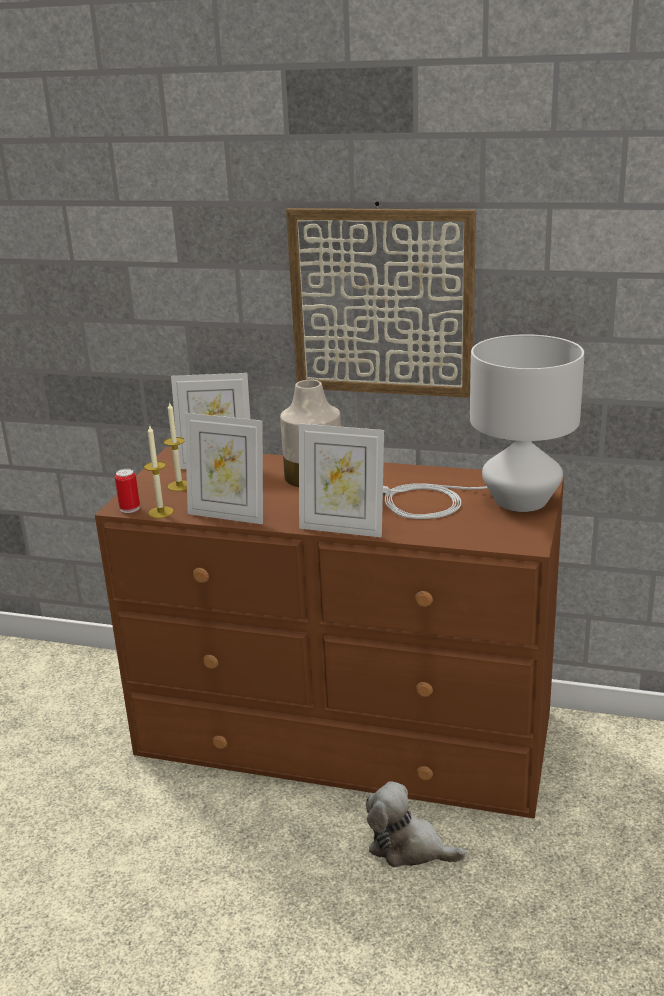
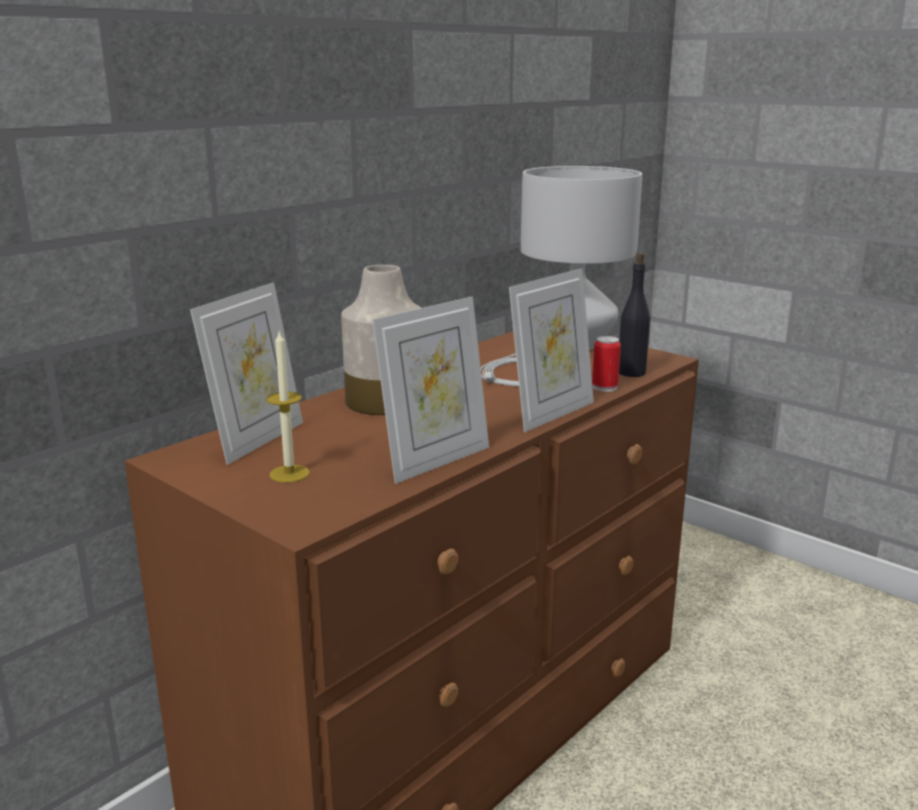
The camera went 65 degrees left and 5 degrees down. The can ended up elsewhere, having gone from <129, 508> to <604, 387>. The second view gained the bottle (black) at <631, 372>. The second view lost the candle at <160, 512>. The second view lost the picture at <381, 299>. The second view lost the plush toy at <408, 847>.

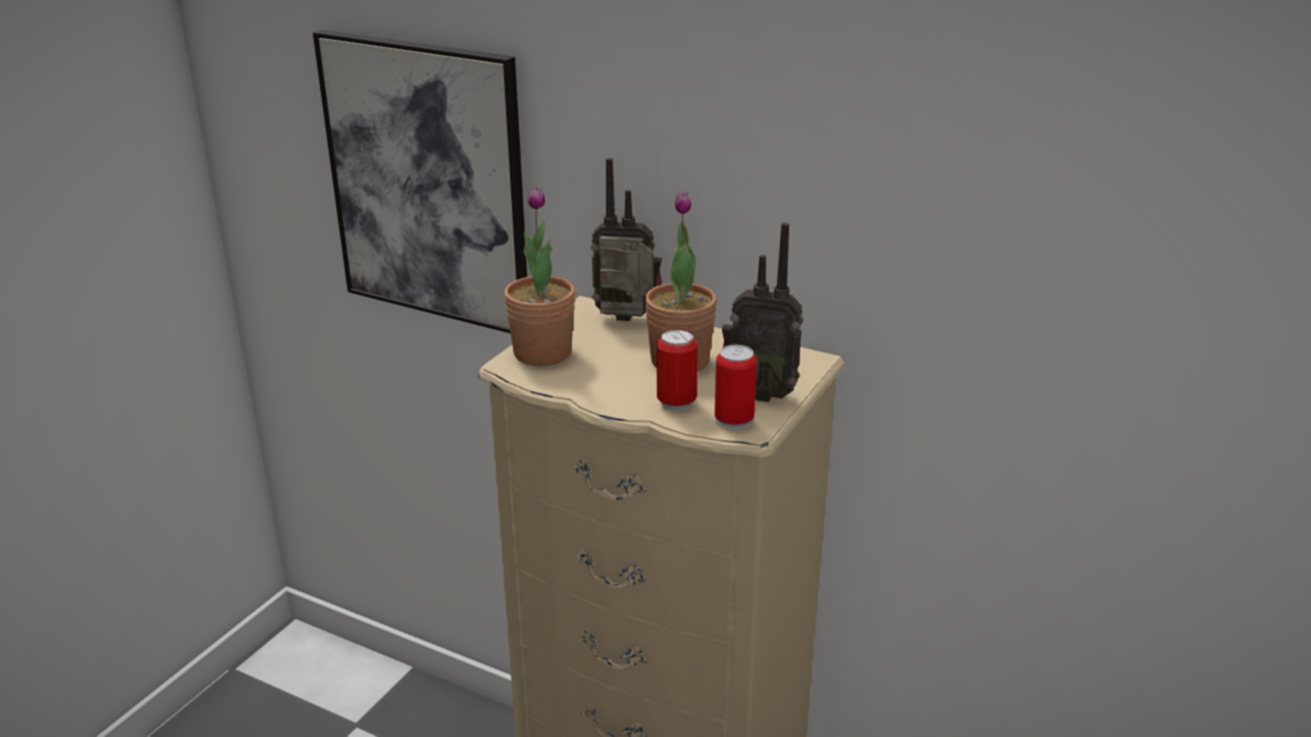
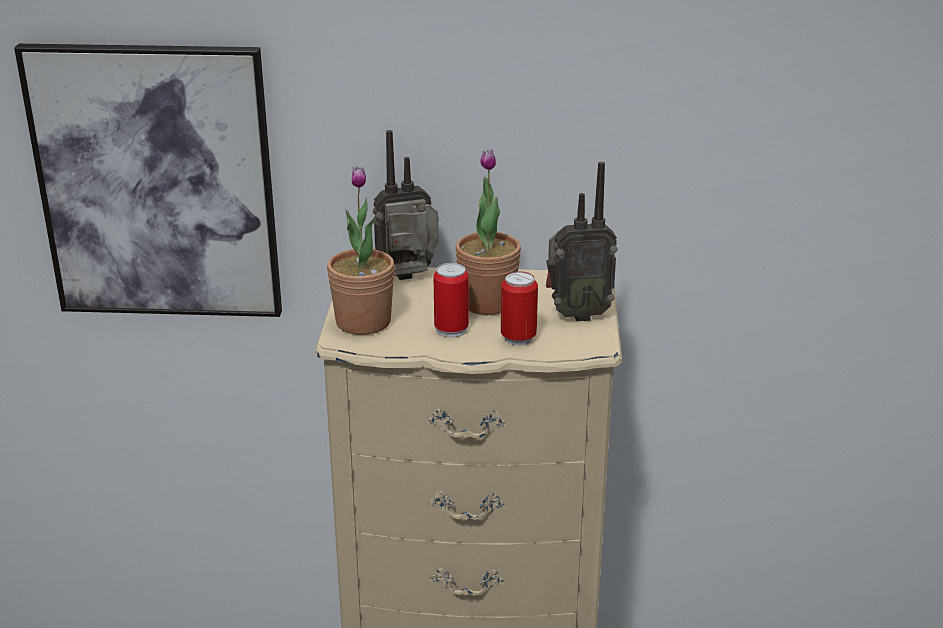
The camera went 25 degrees left and 0 degrees up. The can ended up elsewhere, having gone from <734, 420> to <451, 329>.

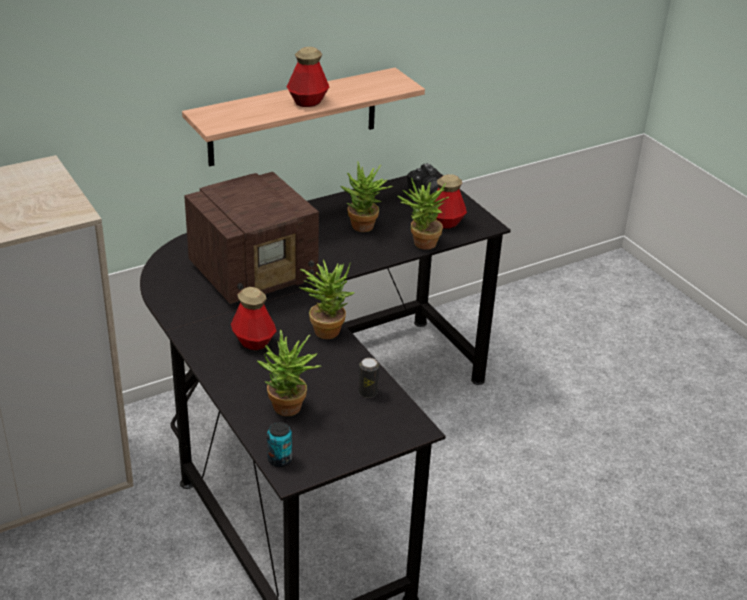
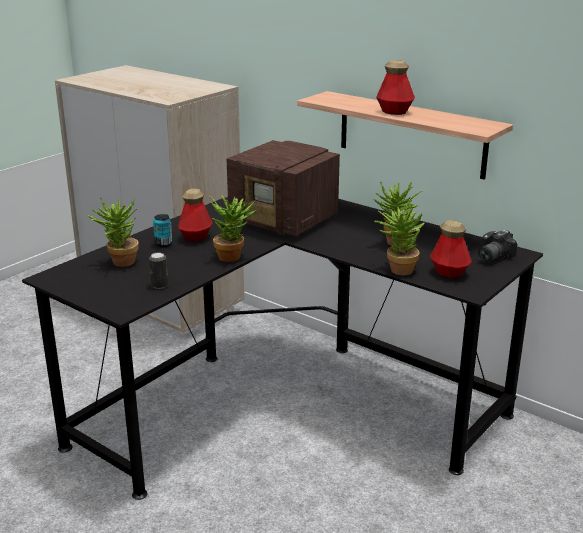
The camera went 70 degrees right and 10 degrees down. The can ended up elsewhere, having gone from <279, 460> to <163, 244>.

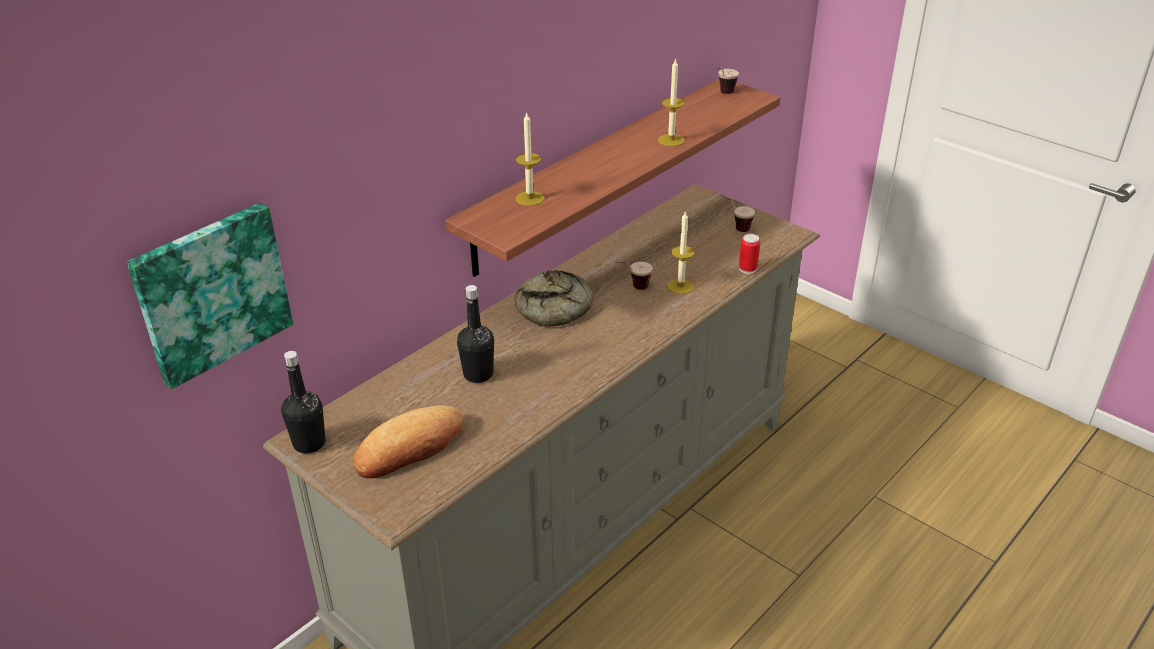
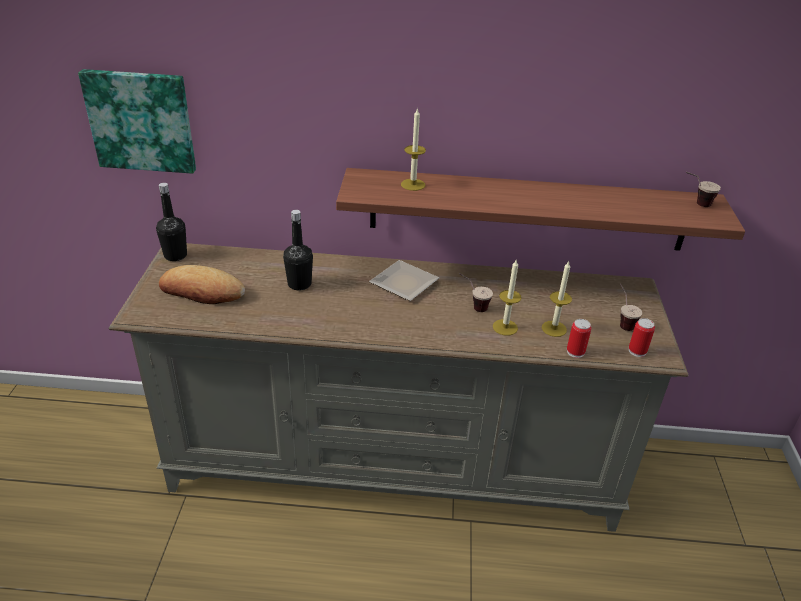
The camera went 50 degrees right and 0 degrees up. Where the bread stood at <556, 308>, the plate came to stand at <406, 283>. The candle ended up elsewhere, having gone from <671, 140> to <554, 328>. The second view gained the can at <637, 351>.

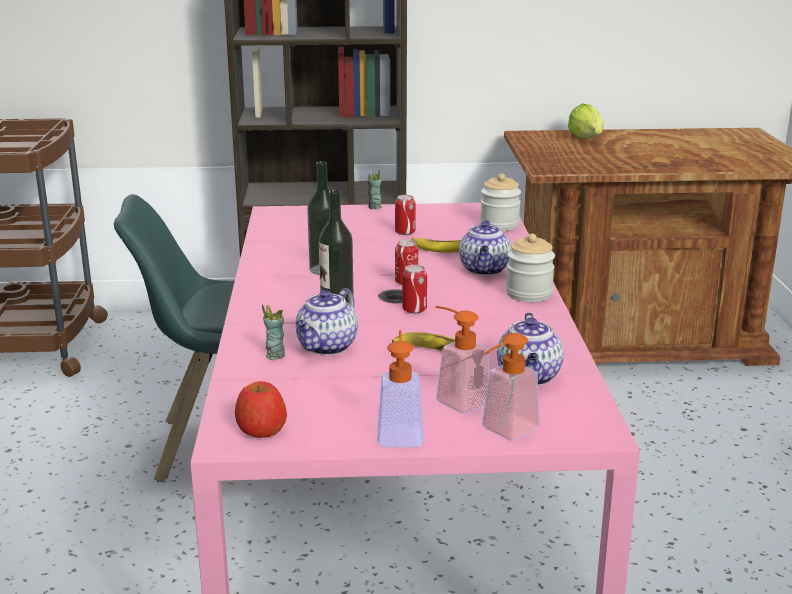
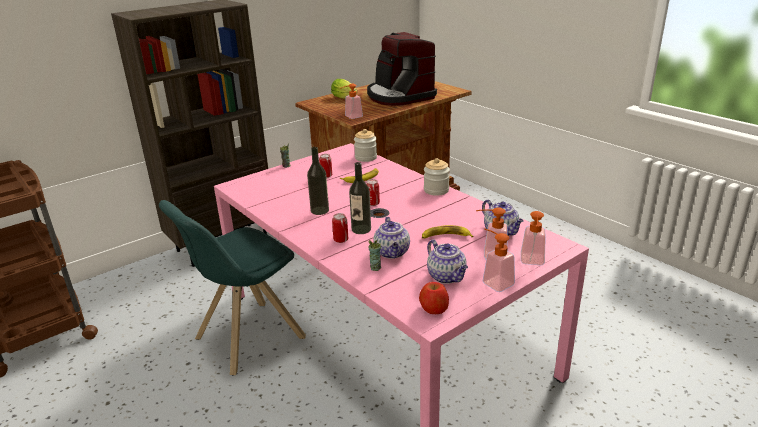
The camera went 35 degrees left and 5 degrees up. The can ended up elsewhere, having gone from <414, 310> to <341, 240>. The second view gained the soap dispenser at <351, 117>. The second view gained the coffee machine at <399, 96>. The teapot ended up elsewhere, having gone from <485, 270> to <447, 277>.

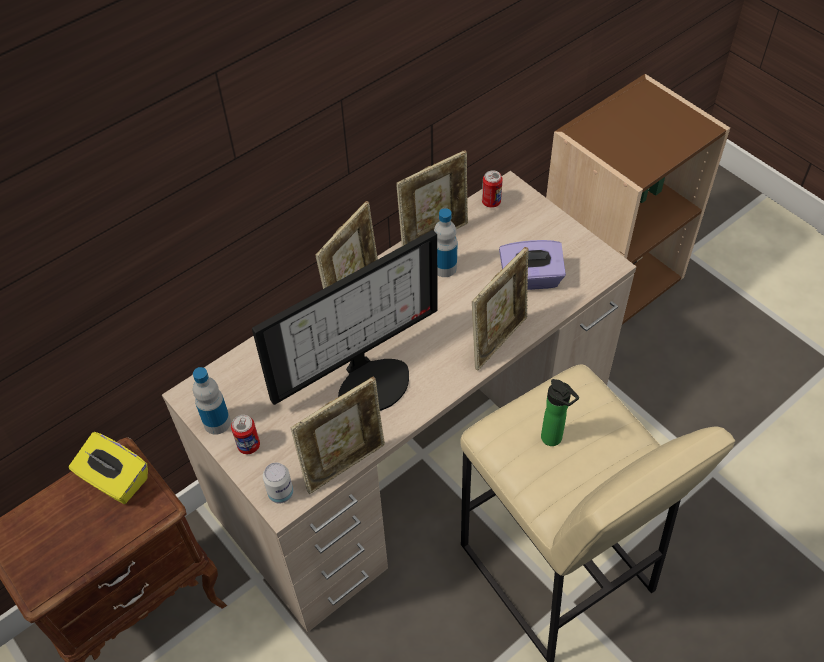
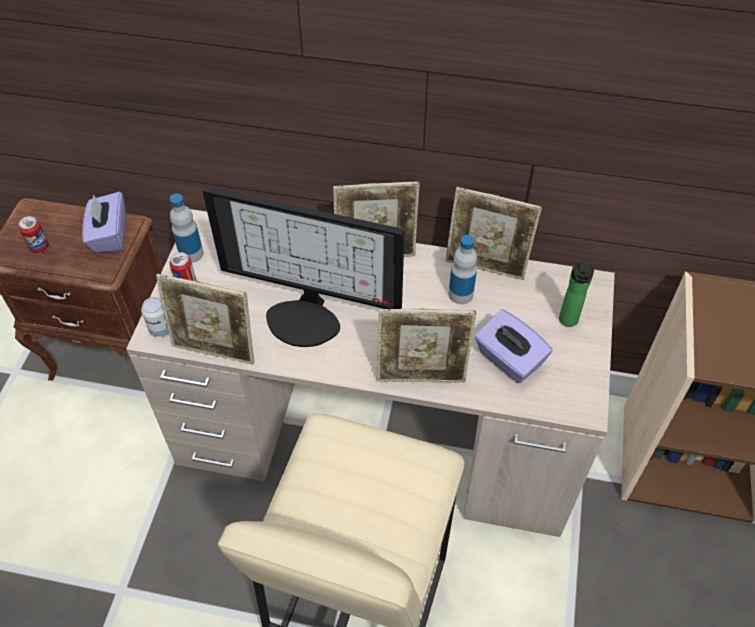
The camera went 50 degrees right and 0 degrees up. The can ended up elsewhere, having gone from <491, 202> to <39, 247>. What was the tissue box (yellow) at <115, 480> turned into the tissue box (purple) at <109, 235>. The bottle ended up elsewhere, having gone from <554, 440> to <568, 322>.

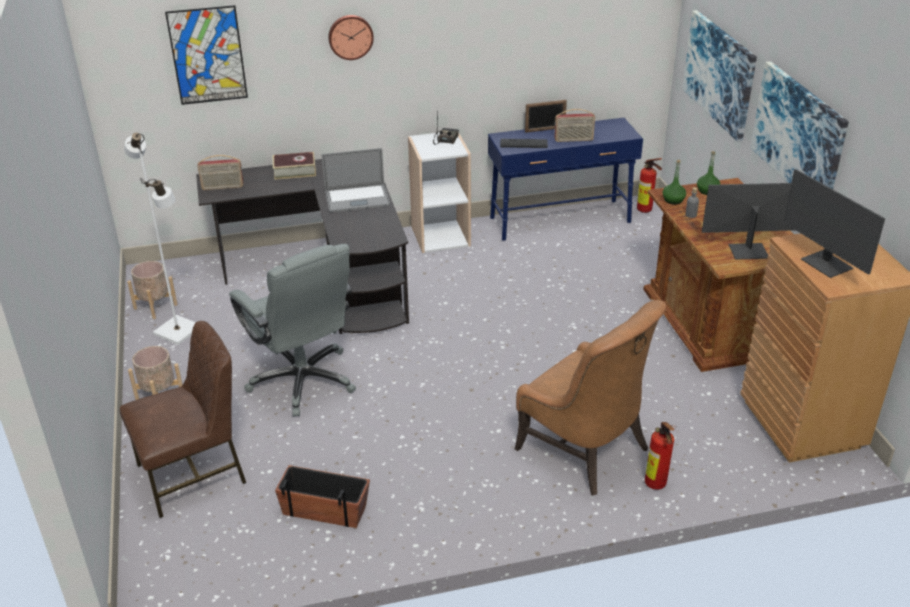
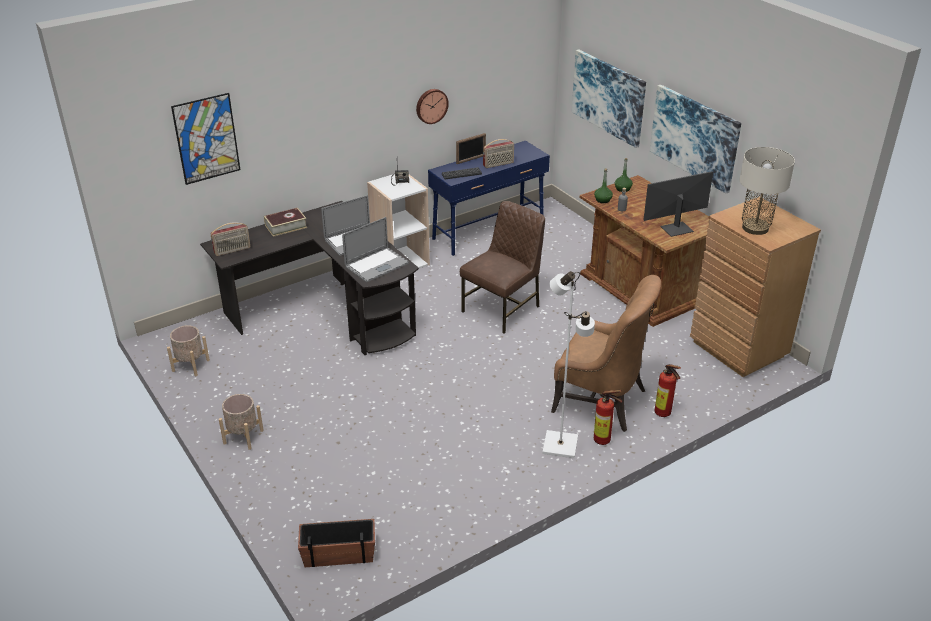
The camera went 20 degrees left and 0 degrees up. The planter ended up elsewhere, having gone from <325, 509> to <338, 554>. The second view gained the laptop at <377, 265>. The wall clock ended up elsewhere, having gone from <350, 36> to <431, 105>. The chair (brown) ended up elsewhere, having gone from <194, 474> to <502, 309>. The floor lamp (white) ended up elsewhere, having gone from <177, 331> to <560, 445>. The fire extinguisher ended up elsewhere, having gone from <646, 210> to <604, 441>. Where the monitor stood at <825, 264>, the table lamp came to stand at <755, 228>. The second view lost the office chair (grey) at <303, 380>.

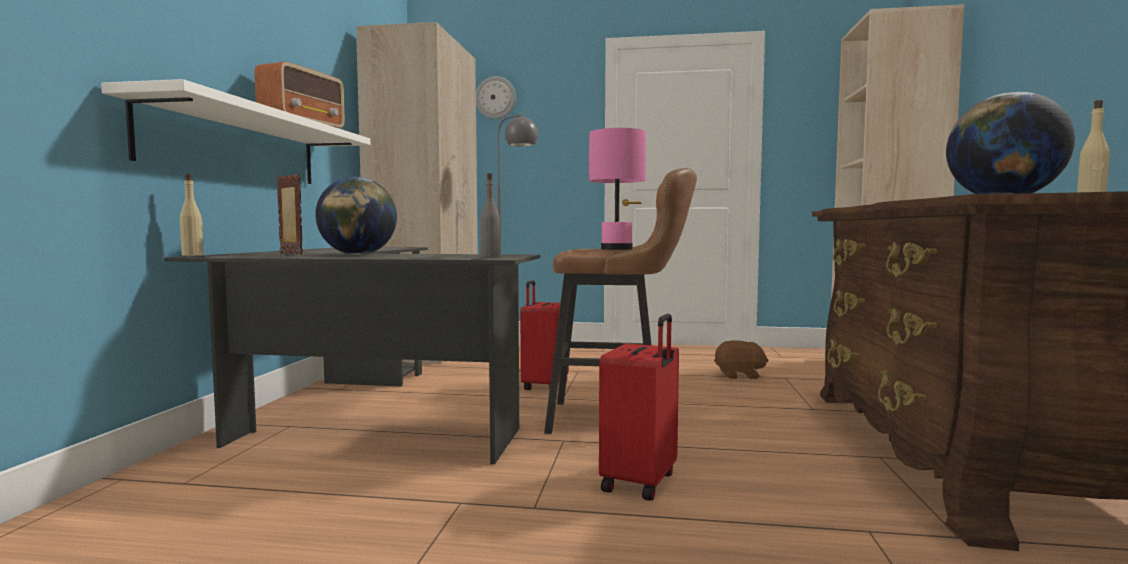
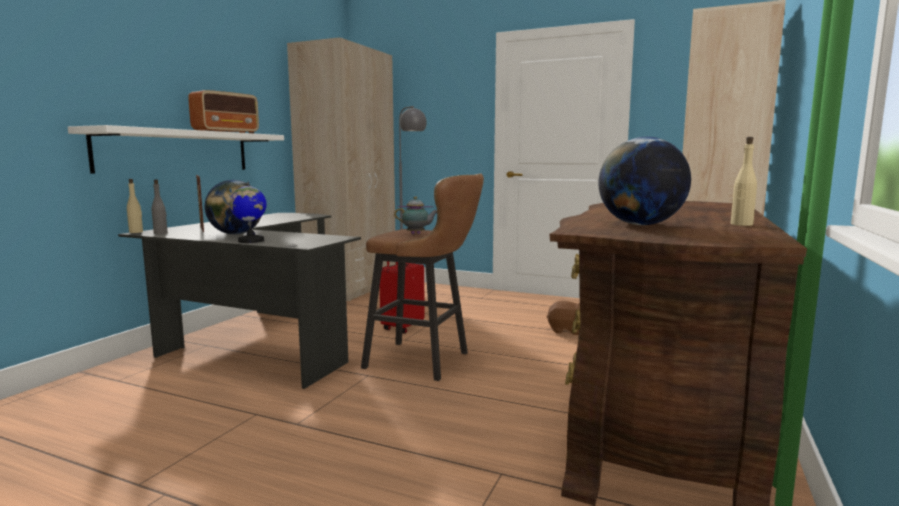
The camera went 15 degrees right and 5 degrees up. The bottle (grey) ended up elsewhere, having gone from <490, 257> to <161, 233>. The second view gained the globe at <251, 241>. Where the table lamp (pink) stood at <616, 249>, the teapot came to stand at <417, 234>. The second view lost the wall clock at <495, 98>. The second view lost the suitcase (red) at <641, 482>.

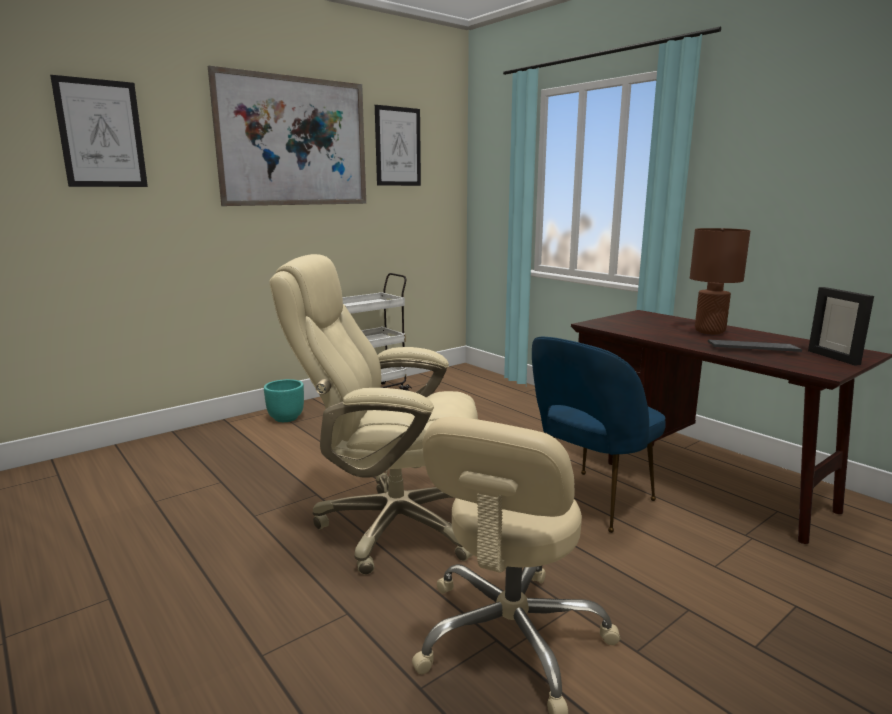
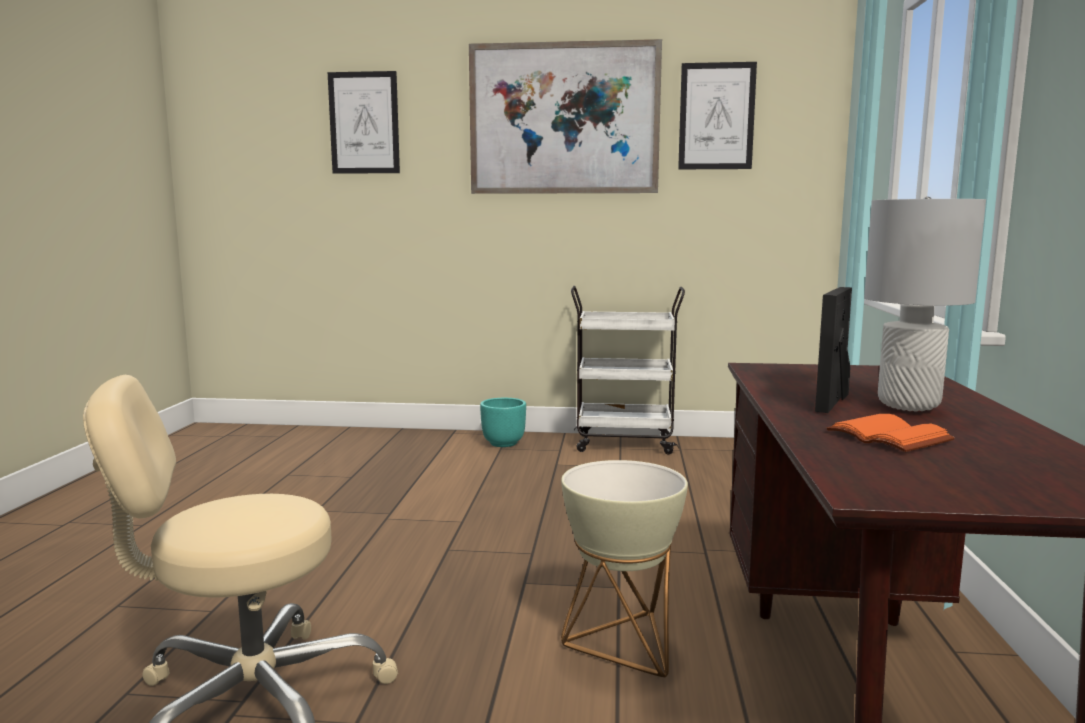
The camera went 45 degrees right and 5 degrees down. Where the chair (blue) stood at <589, 504>, the planter came to stand at <621, 643>. The picture frame ended up elsewhere, having gone from <834, 357> to <832, 402>. Where the keyboard stood at <751, 348>, the book (orange) came to stand at <885, 437>. What was the table lamp (brown) at <709, 333> turned into the table lamp (grey) at <908, 408>. The second view lost the office chair (beige) at <391, 527>.

